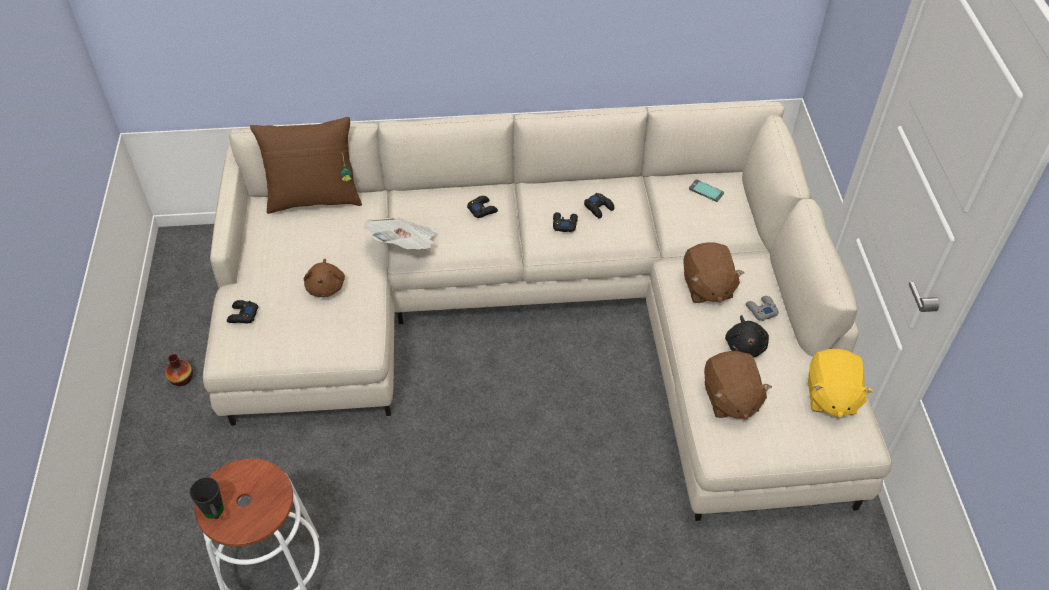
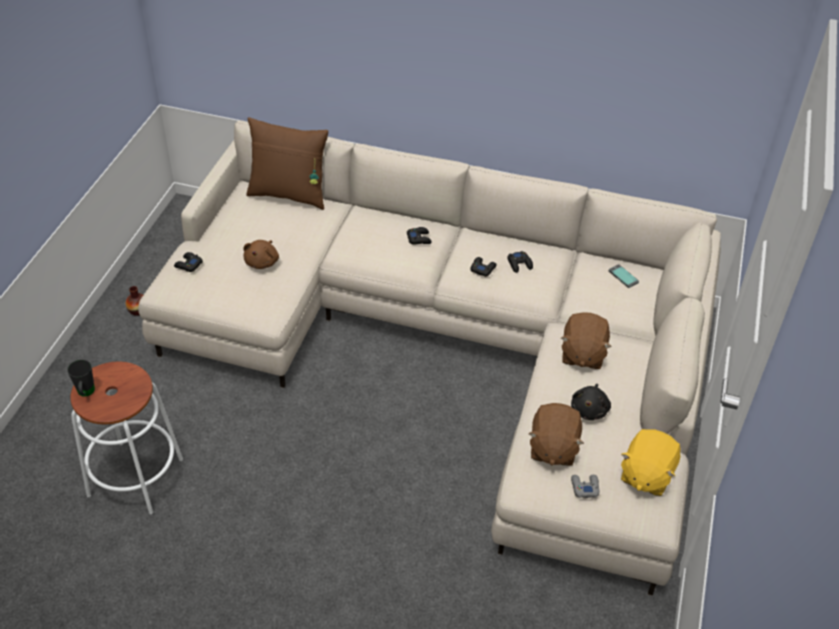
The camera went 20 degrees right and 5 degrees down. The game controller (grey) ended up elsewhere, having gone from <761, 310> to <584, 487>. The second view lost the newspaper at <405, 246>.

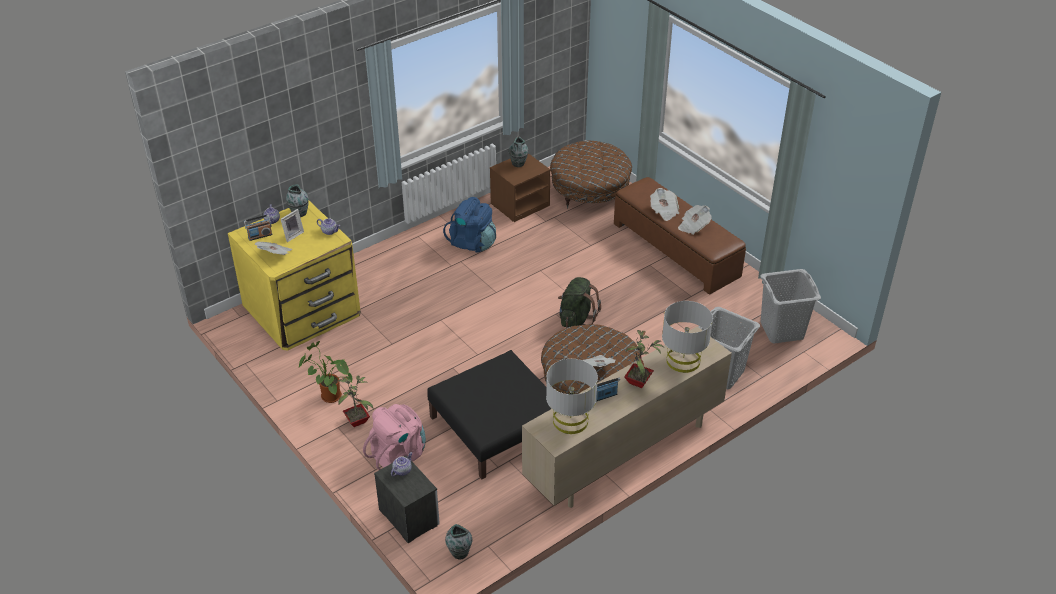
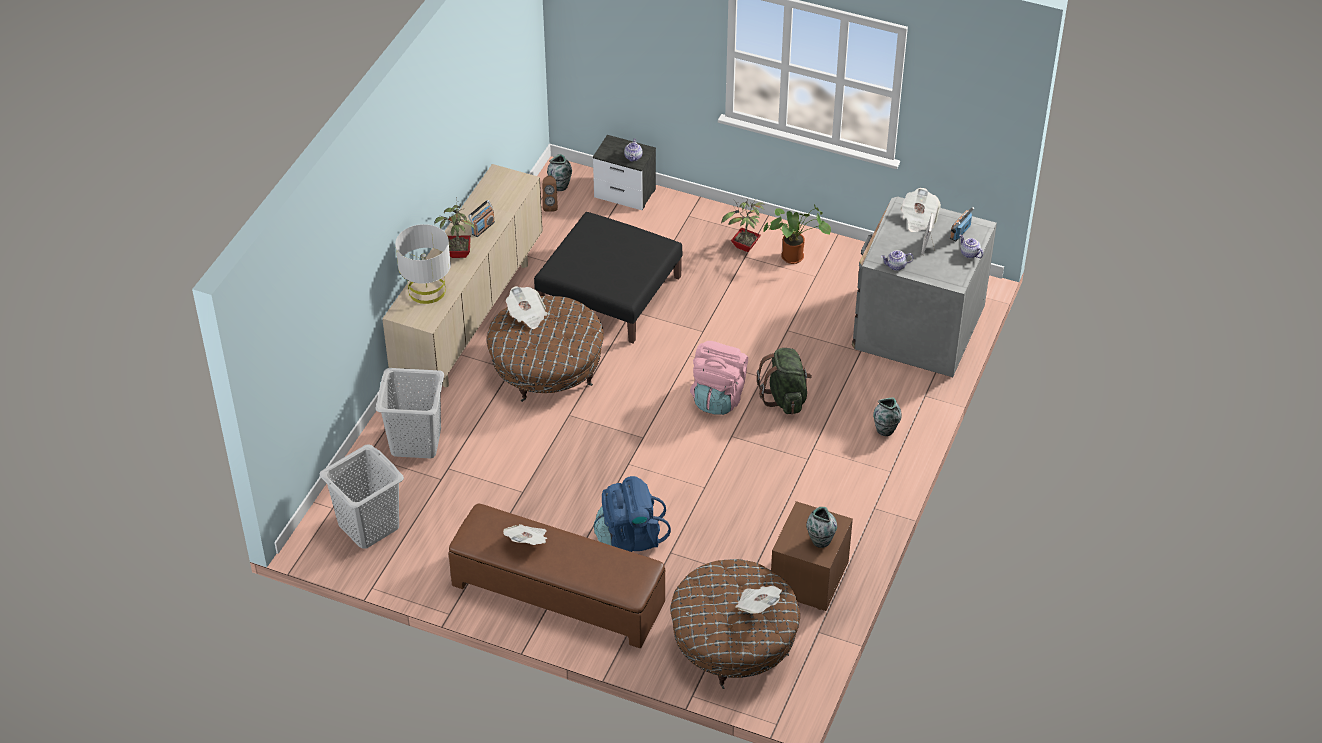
The camera went 150 degrees right and 5 degrees up. The second view gained the speaker (brown) at <550, 205>. The backpack (blue) ended up elsewhere, having gone from <472, 243> to <630, 537>. The backpack (pink) ended up elsewhere, having gone from <398, 454> to <718, 397>. The newspaper ended up elsewhere, having gone from <664, 211> to <757, 606>. The backpack (green) ended up elsewhere, having gone from <576, 319> to <785, 398>. What was the dresser (yellow) at <303, 310> turned into the dresser (grey) at <916, 326>. The vase ended up elsewhere, having gone from <299, 213> to <885, 430>. The second view lost the table lamp (grey) at <570, 421>.

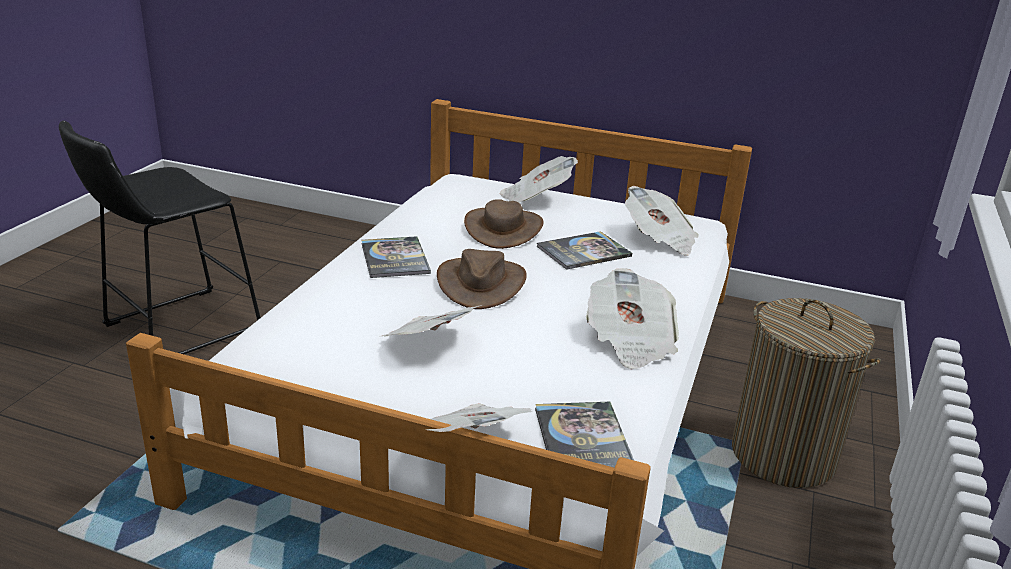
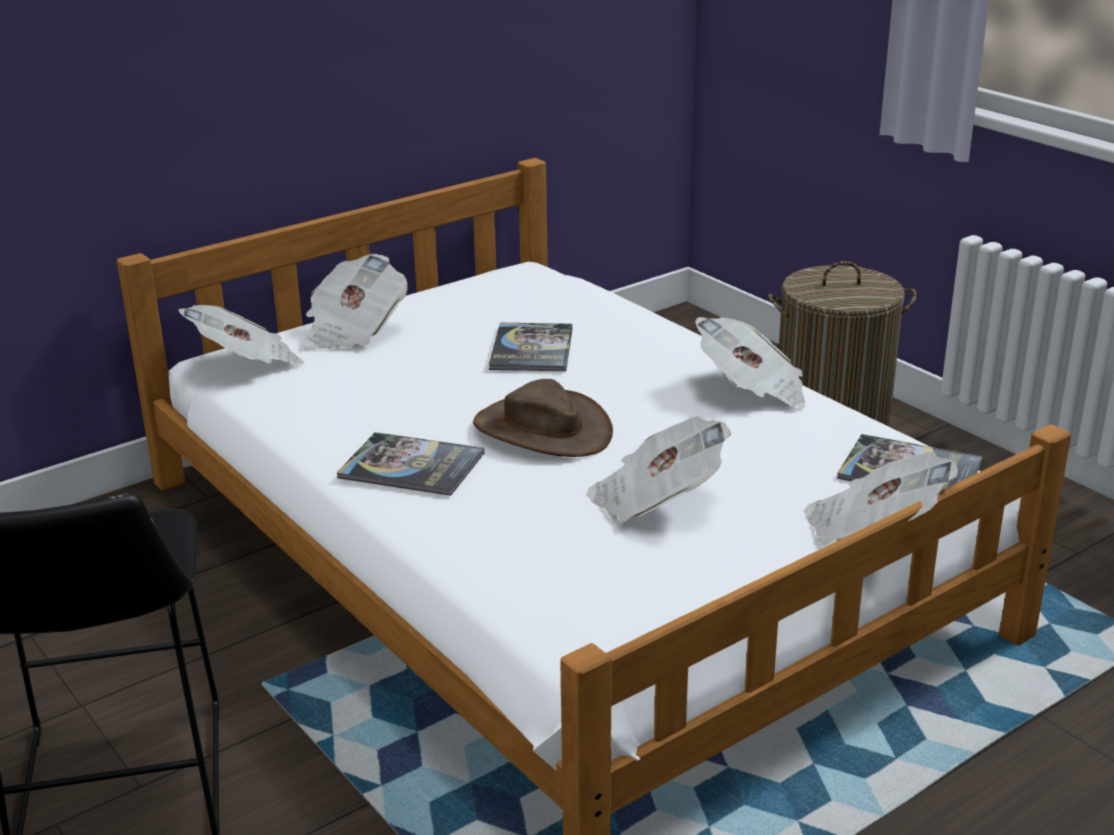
The camera went 55 degrees left and 0 degrees up. The newspaper ended up elsewhere, having gone from <660, 240> to <247, 363>. The second view lost the hat (brown) at <503, 229>.

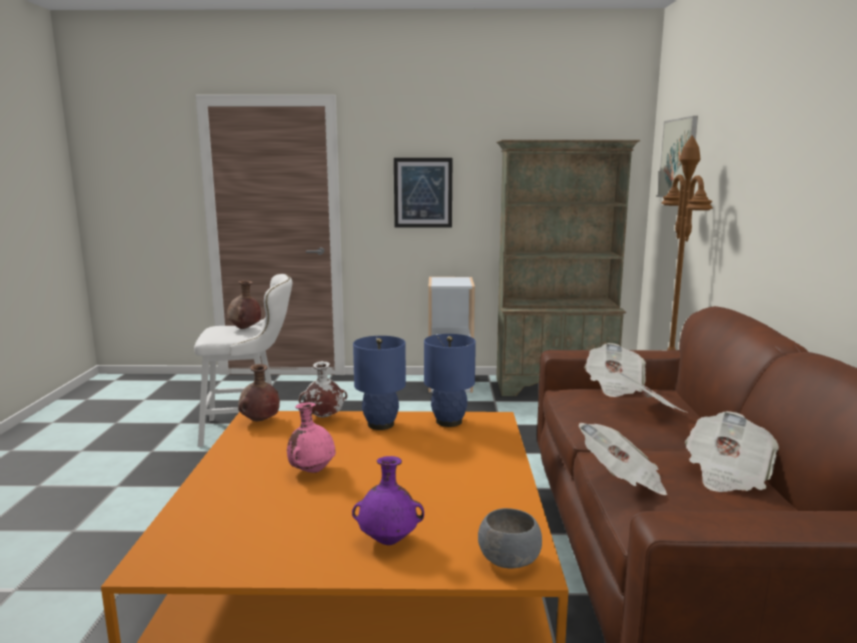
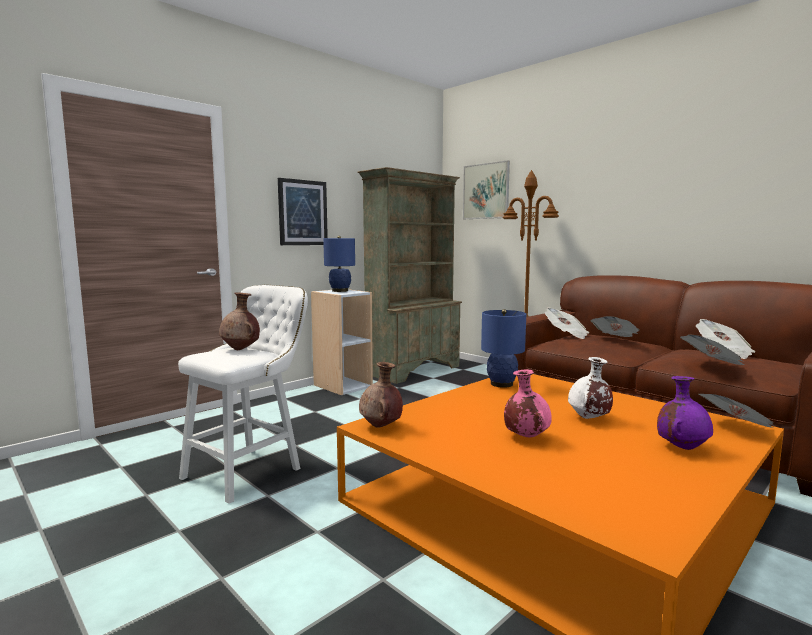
The camera went 45 degrees left and 5 degrees down. The table lamp (blue) ended up elsewhere, having gone from <380, 424> to <340, 291>. The vase (white) ended up elsewhere, having gone from <323, 417> to <589, 418>. Where the bowl (grey) stood at <510, 560>, the newspaper came to stand at <737, 428>.

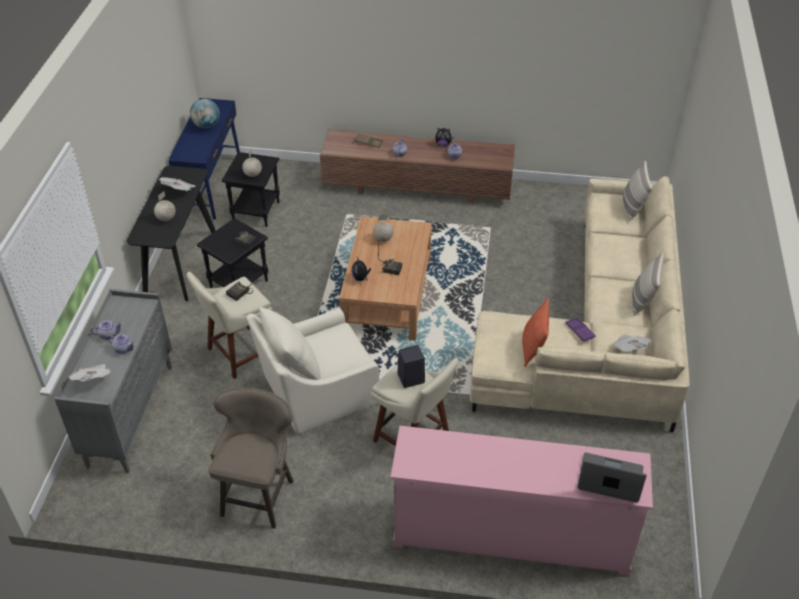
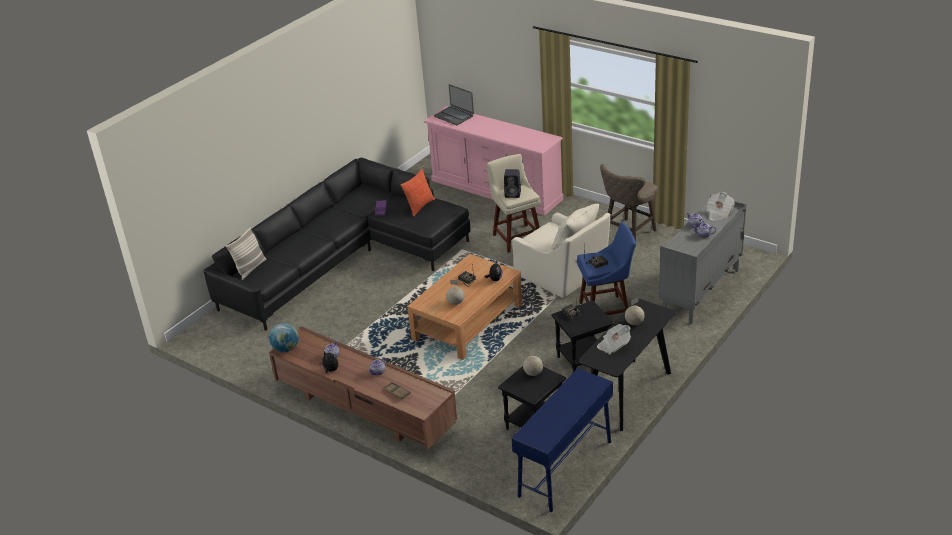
The camera went 150 degrees left and 10 degrees down. What was the sofa (beige) at <600, 333> turned into the sofa (black) at <343, 260>. The globe ended up elsewhere, having gone from <206, 126> to <286, 349>. The armchair (beige) at <317, 391> ended up facing another way, 45 degrees clockwise from before. What was the stool (beige) at <238, 353> turned into the stool (blue) at <607, 310>. The second view lost the newspaper at <629, 349>. The second view lost the pillow at <642, 300>.

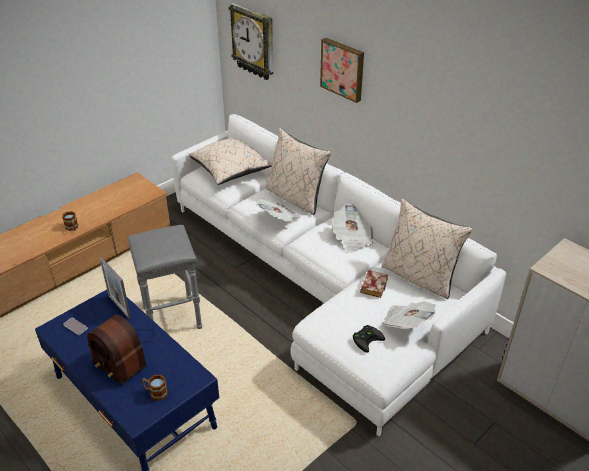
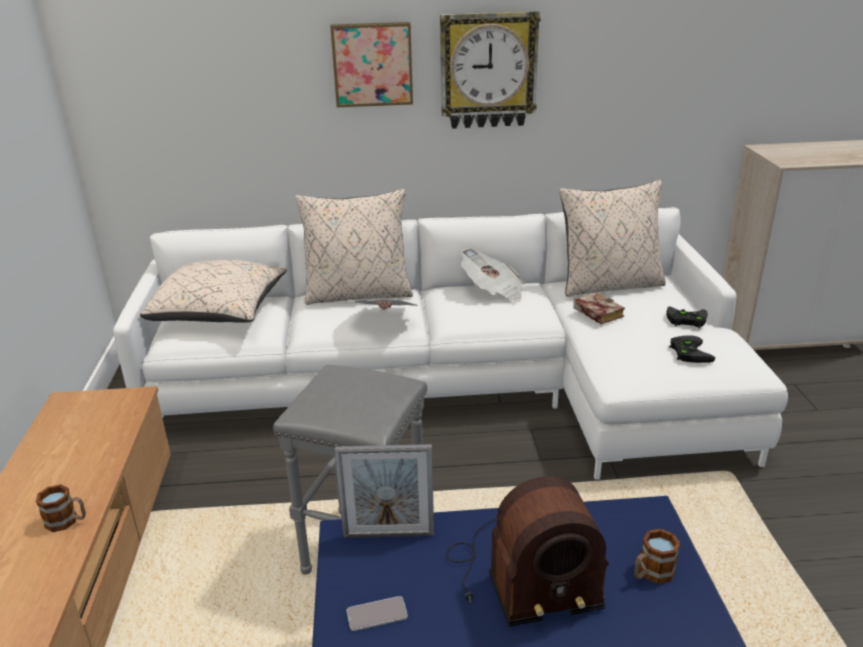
The camera went 50 degrees left and 10 degrees down. The wall clock ended up elsewhere, having gone from <254, 42> to <488, 70>. Where the newspaper stood at <406, 323>, the game controller (black) came to stand at <685, 320>.

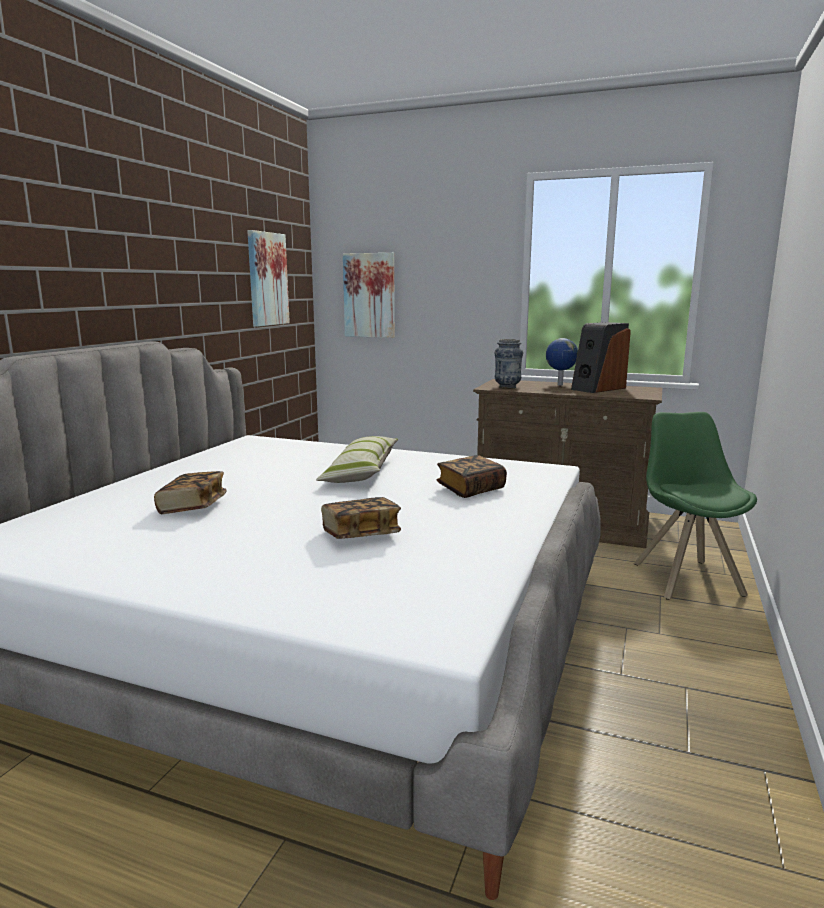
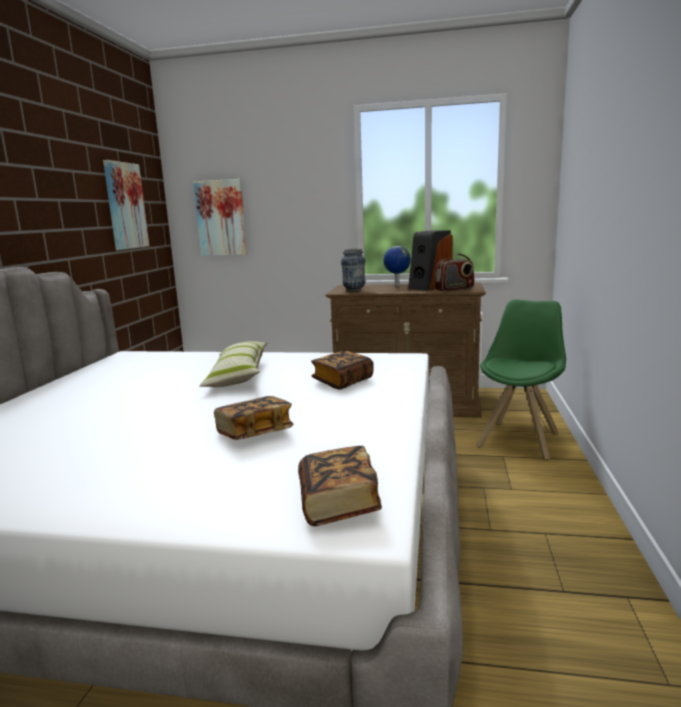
The camera went 10 degrees left and 0 degrees up. The book ended up elsewhere, having gone from <193, 507> to <338, 504>. The second view gained the radio at <454, 289>. The chair (green) at <686, 578> ended up facing another way, 45 degrees clockwise from before.

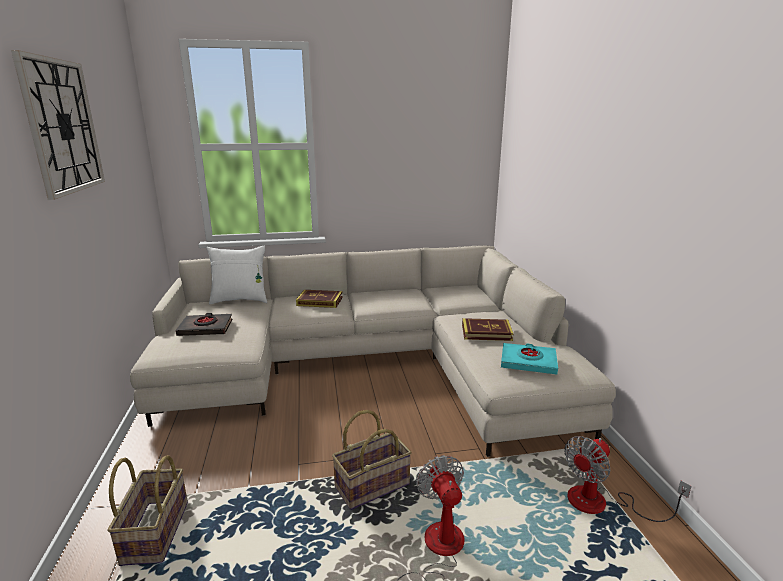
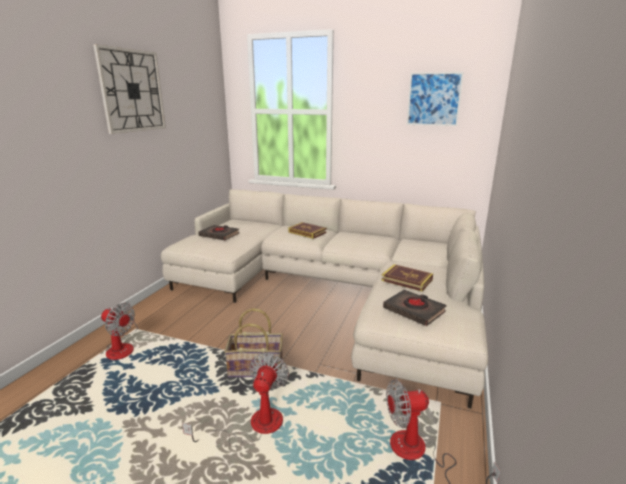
The camera went 30 degrees right and 0 degrees up. Where the basket stood at <154, 532>, the fan came to stand at <122, 346>. What was the book (turquoise) at <528, 362> turned into the book (black) at <414, 310>. The second view gained the picture at <434, 99>. The second view lost the pillow (white) at <240, 300>.

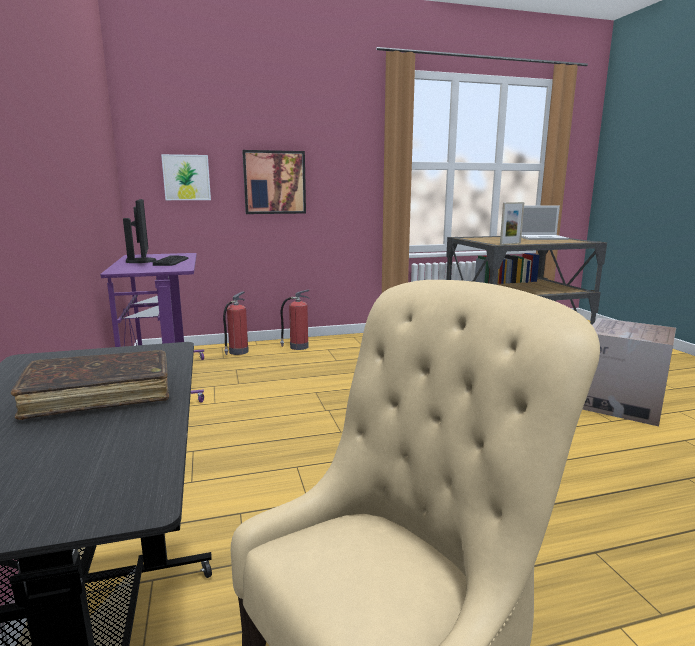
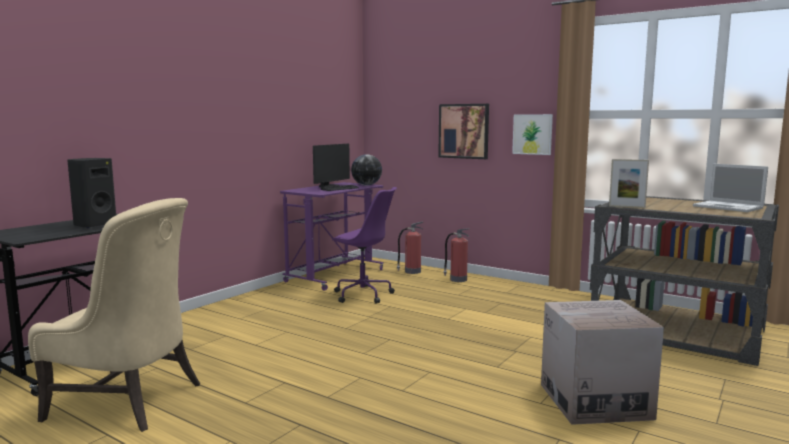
The camera went 50 degrees right and 5 degrees down. Where the book (brown) stood at <100, 395>, the speaker (black) came to stand at <94, 225>. The second view gained the office chair (purple) at <364, 295>. The second view gained the globe at <366, 185>. The picture ended up elsewhere, having gone from <186, 177> to <532, 134>.

